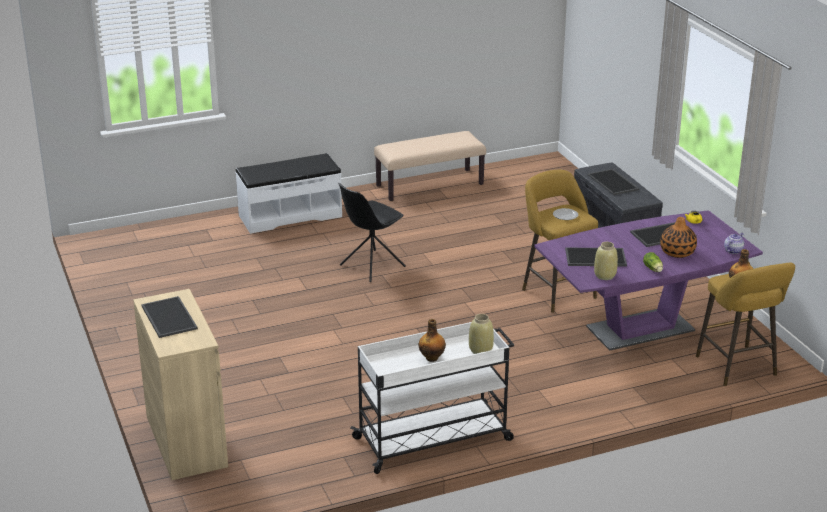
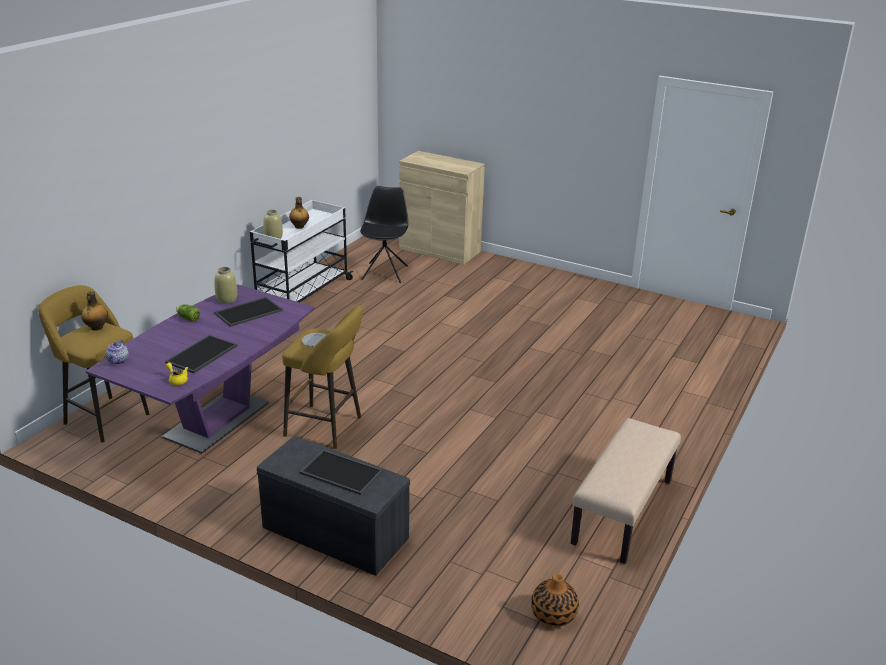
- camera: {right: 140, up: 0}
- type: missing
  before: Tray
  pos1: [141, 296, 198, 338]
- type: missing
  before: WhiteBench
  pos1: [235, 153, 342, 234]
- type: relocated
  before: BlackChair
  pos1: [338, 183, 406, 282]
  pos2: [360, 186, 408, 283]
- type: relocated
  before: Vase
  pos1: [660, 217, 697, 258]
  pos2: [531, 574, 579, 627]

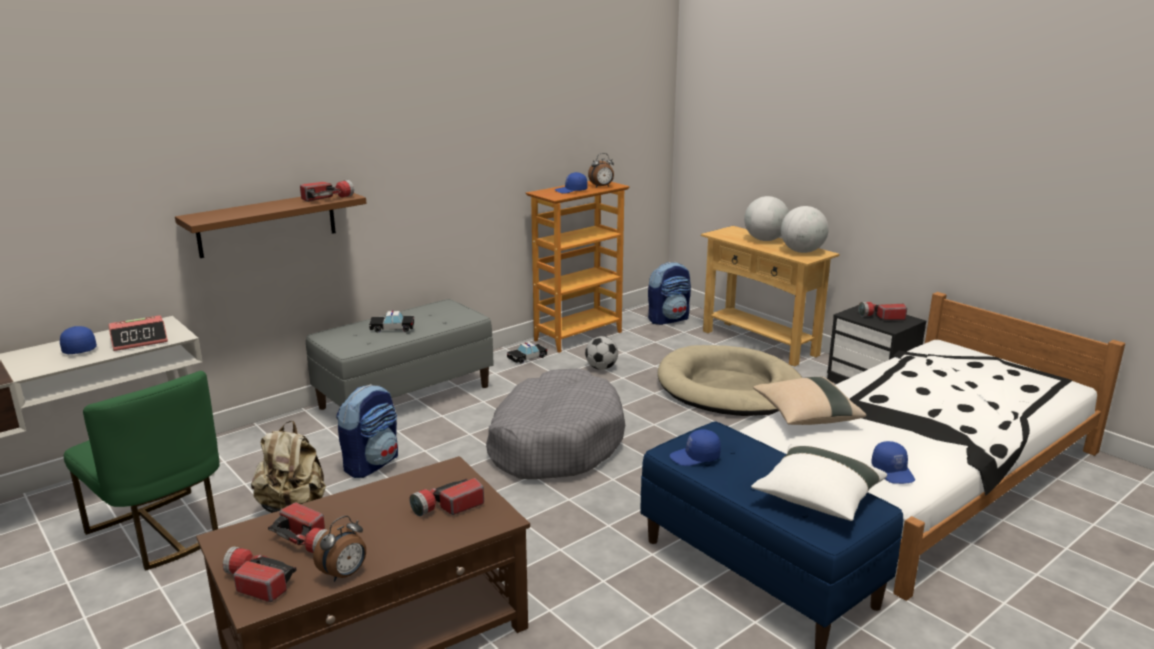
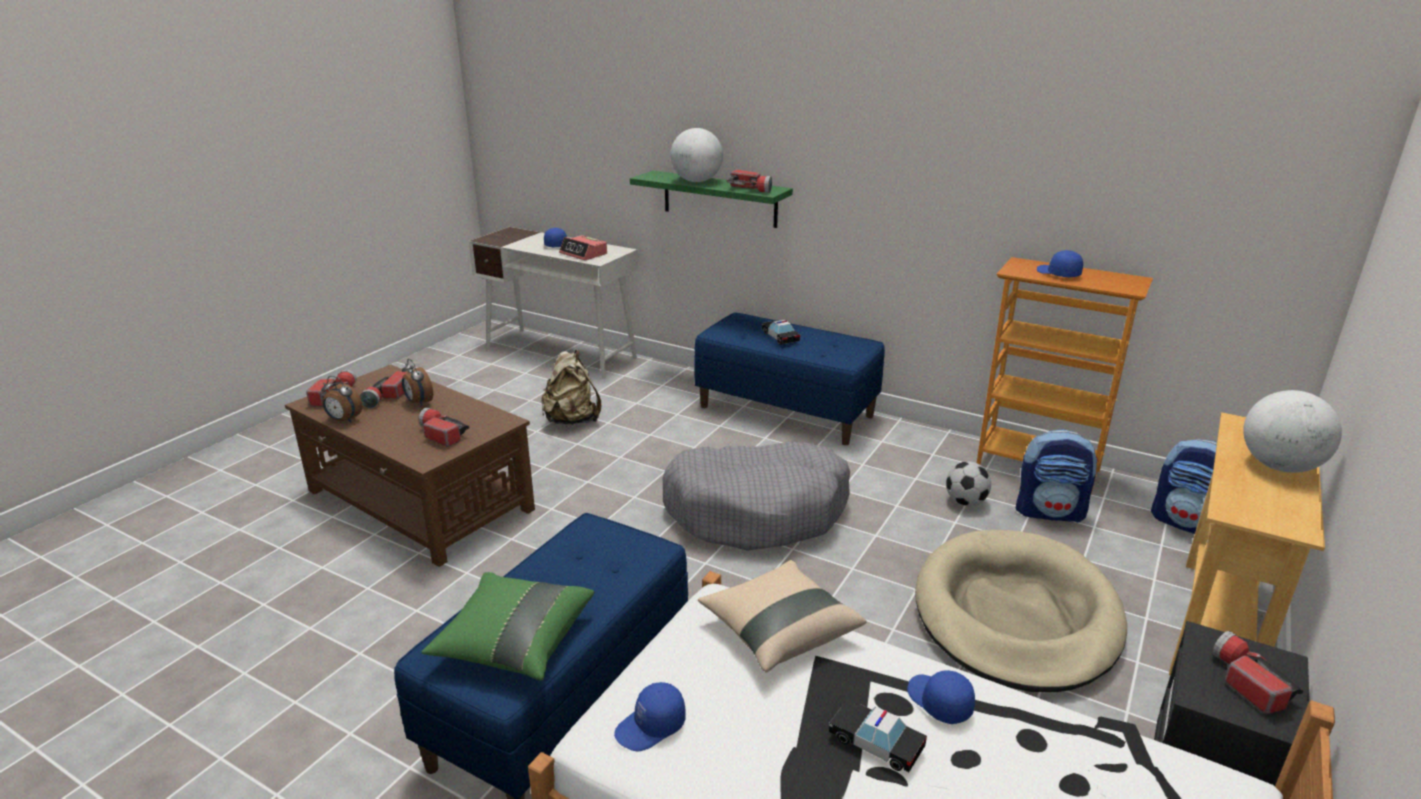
- camera: {right: 70, up: 5}
- type: missing
  before: GreenChair
  pos1: [64, 371, 220, 570]
- type: colour
  before: BrownShelf
  after: GreenShelf
  pos1: [175, 193, 367, 258]
  pos2: [630, 171, 793, 228]
- type: colour
  before: GreyBench
  after: BlueBench
  pos1: [306, 299, 494, 410]
  pos2: [694, 312, 885, 445]
- type: relocated
  before: Backpack
  pos1: [336, 384, 398, 478]
  pos2: [1016, 429, 1098, 523]
- type: relocated
  before: ToyCar
  pos1: [507, 342, 547, 364]
  pos2: [829, 698, 927, 772]
- type: relocated
  before: AlarmClock
  pos1: [588, 153, 614, 188]
  pos2: [402, 359, 433, 406]
- type: relocated
  before: BlueCap
  pos1: [670, 429, 721, 466]
  pos2: [907, 670, 975, 724]
- type: colour
  before: WhitePillow
  after: GreenPillow
  pos1: [751, 444, 887, 521]
  pos2: [421, 572, 594, 681]
- type: relocated
  before: Globe
  pos1: [781, 206, 829, 253]
  pos2: [671, 128, 723, 182]

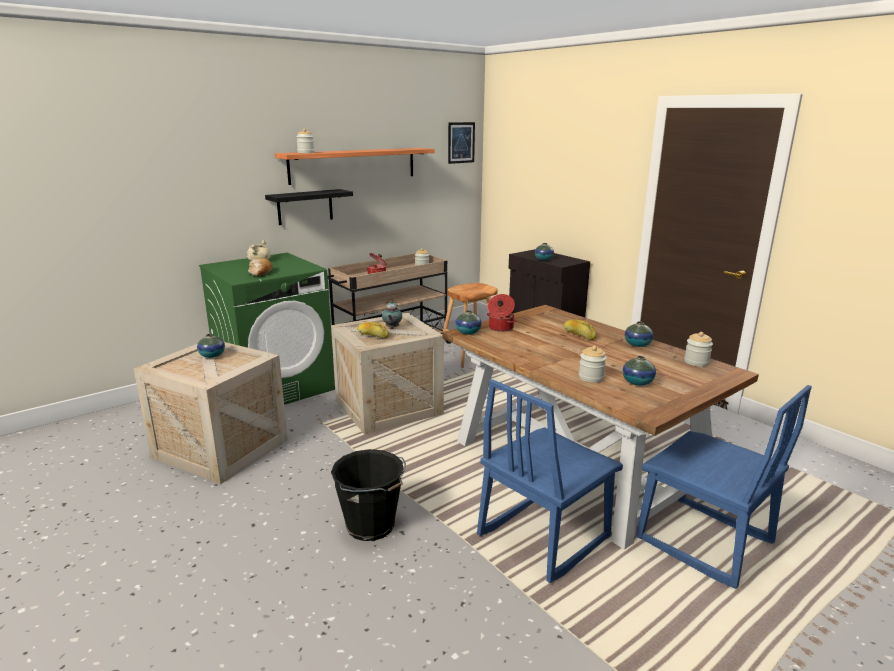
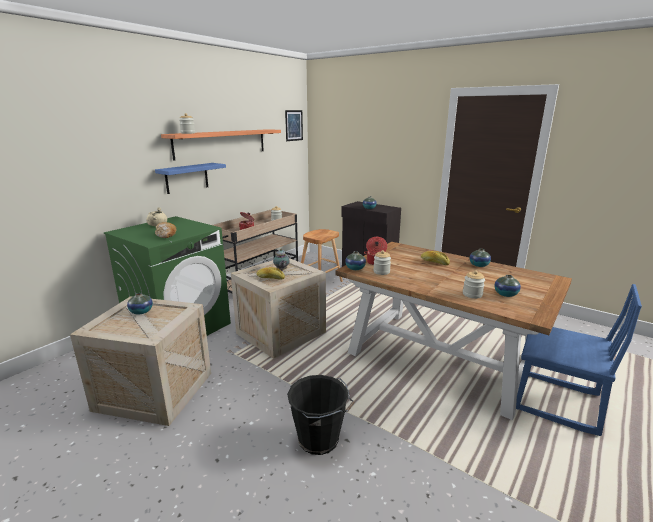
- camera: {right: -15, up: 0}
- type: colour
  before: BlackShelf
  after: BlueShelf
  pos1: [265, 189, 353, 225]
  pos2: [155, 163, 226, 194]
- type: missing
  before: BlueChair
  pos1: [477, 379, 623, 583]
- type: relocated
  before: Jar
  pos1: [684, 332, 713, 367]
  pos2: [373, 250, 391, 275]

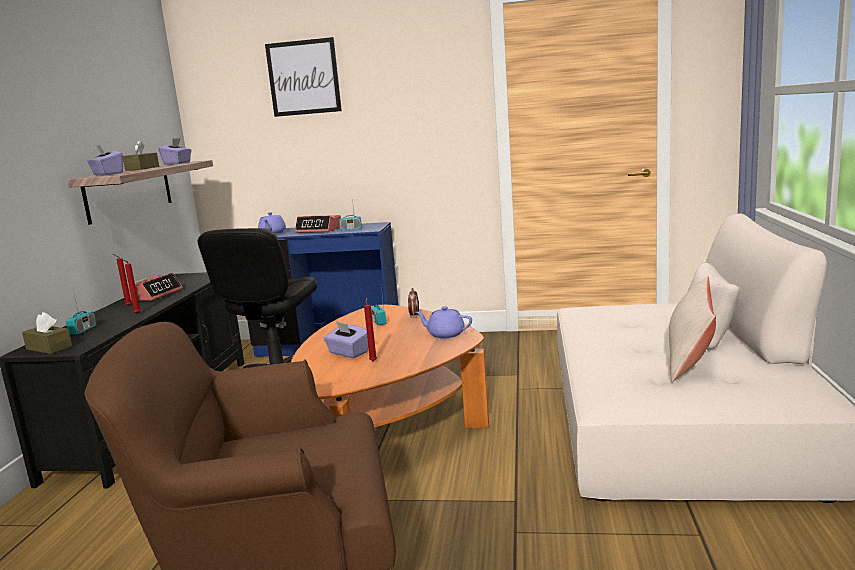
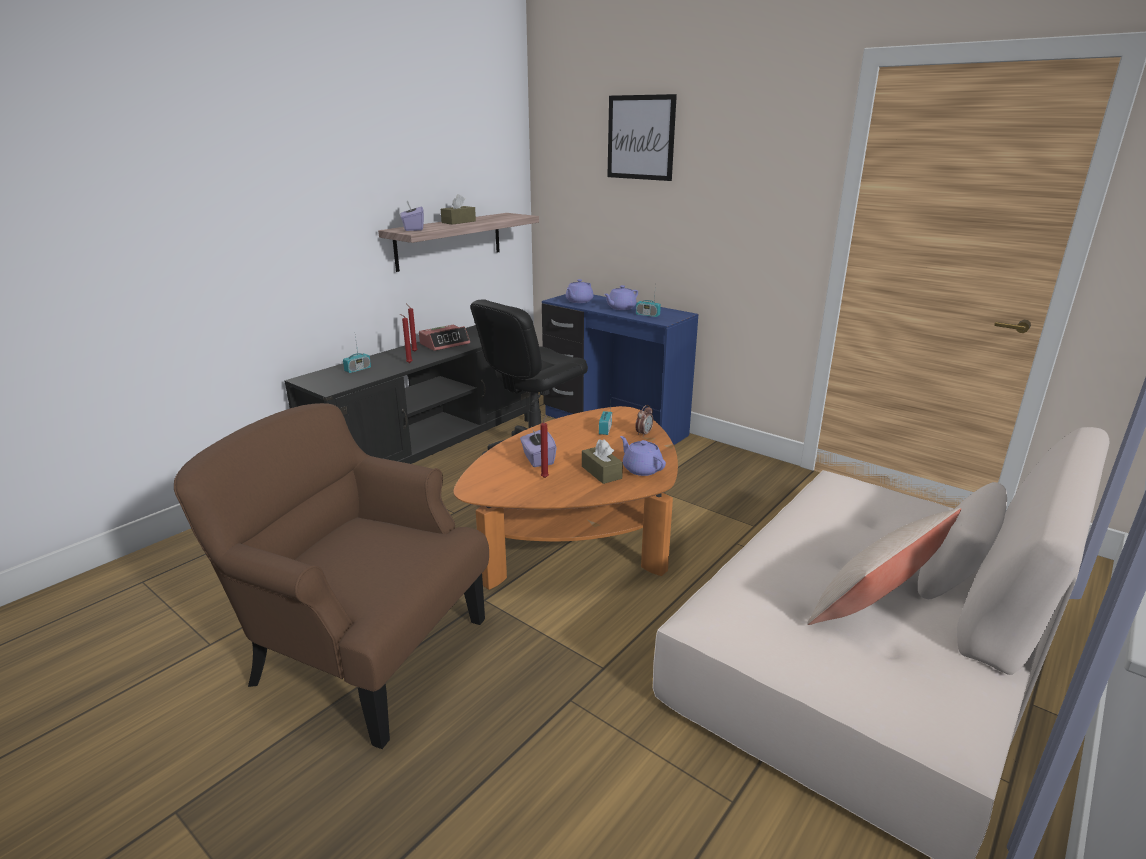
- camera: {right: 30, up: 10}
- type: relocated
  before: BrownTissueBox
  pos1: [22, 312, 72, 354]
  pos2: [582, 439, 623, 484]
- type: missing
  before: PurpleTissueBox
  pos1: [158, 138, 192, 165]
- type: exchanged
  before: AlarmClock
  after: PurpleTeapot
  pos1: [295, 215, 341, 233]
  pos2: [604, 285, 638, 310]

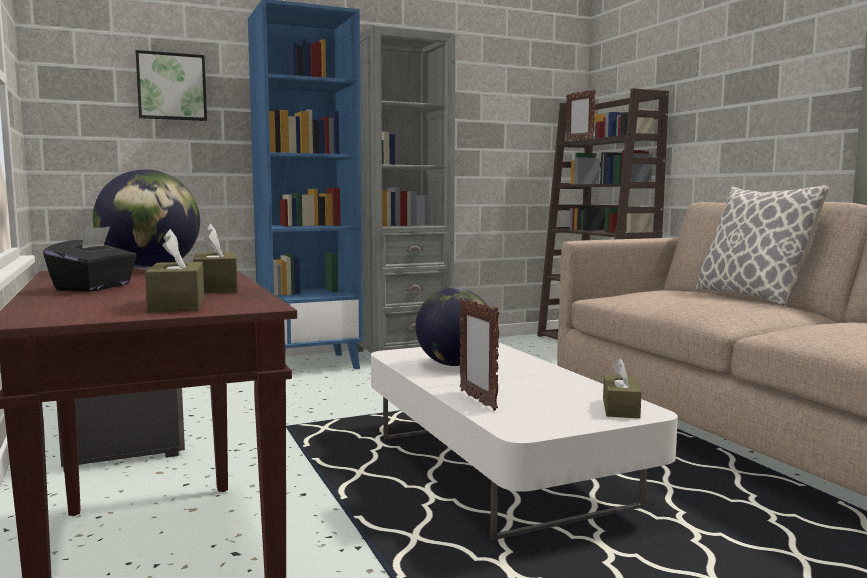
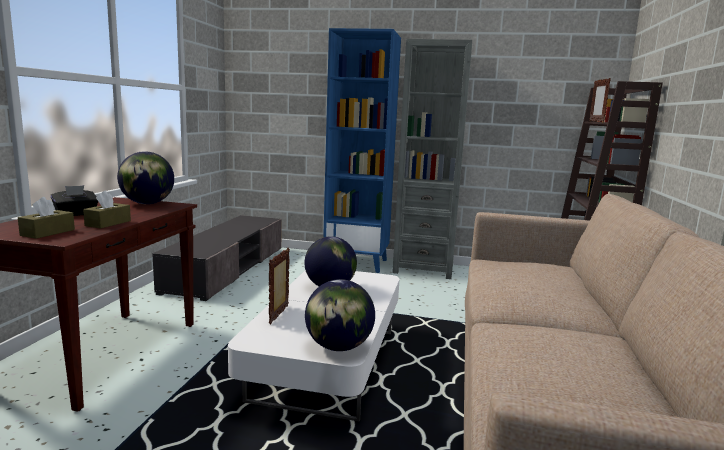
- camera: {right: 35, up: 5}
- type: missing
  before: Picture
  pos1: [136, 50, 207, 121]
- type: exchanged
  before: BrownTissueBox
  after: Globe
  pos1: [603, 358, 642, 418]
  pos2: [305, 279, 375, 351]
- type: missing
  before: Pillow
  pos1: [696, 186, 829, 307]

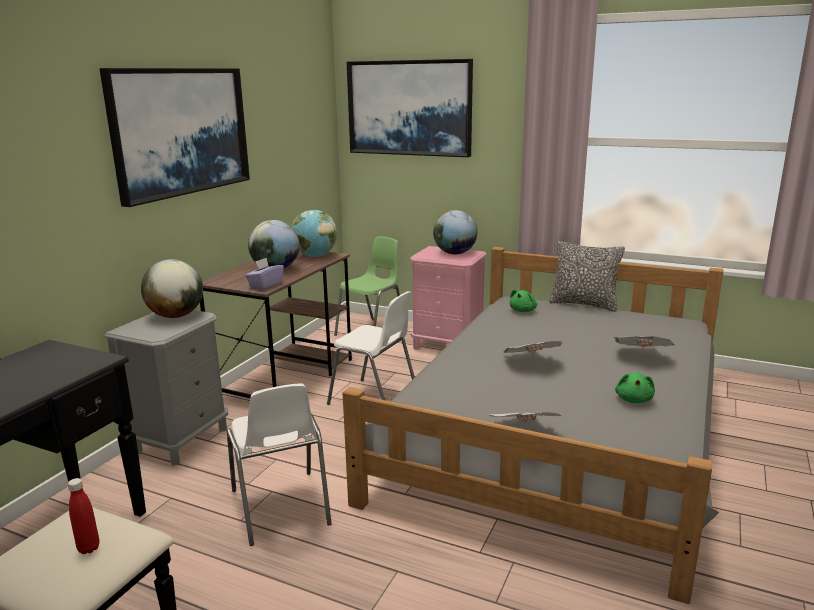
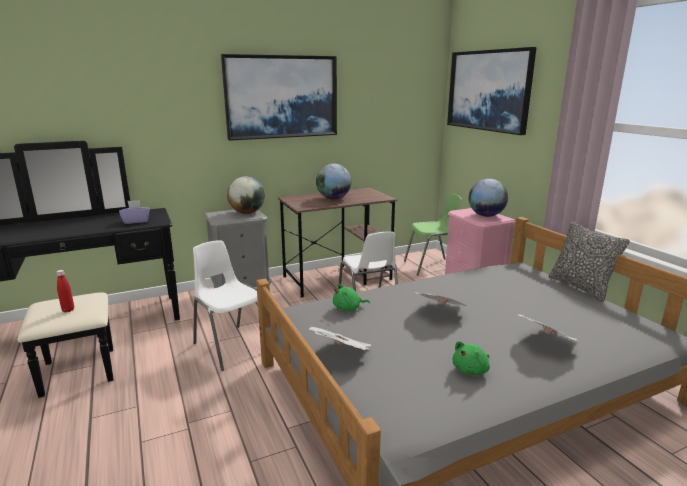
- camera: {right: 40, up: 0}
- type: spun
  before: WhiteChair
  pos1: [227, 383, 332, 546]
  pos2: [193, 240, 258, 371]
  turn: 120
- type: relocated
  before: PurpleTissueBox
  pos1: [246, 258, 284, 290]
  pos2: [119, 200, 150, 224]
- type: missing
  before: Globe
  pos1: [291, 210, 337, 257]
- type: relocated
  before: GreenPlushToy
  pos1: [510, 289, 537, 312]
  pos2: [333, 283, 370, 311]

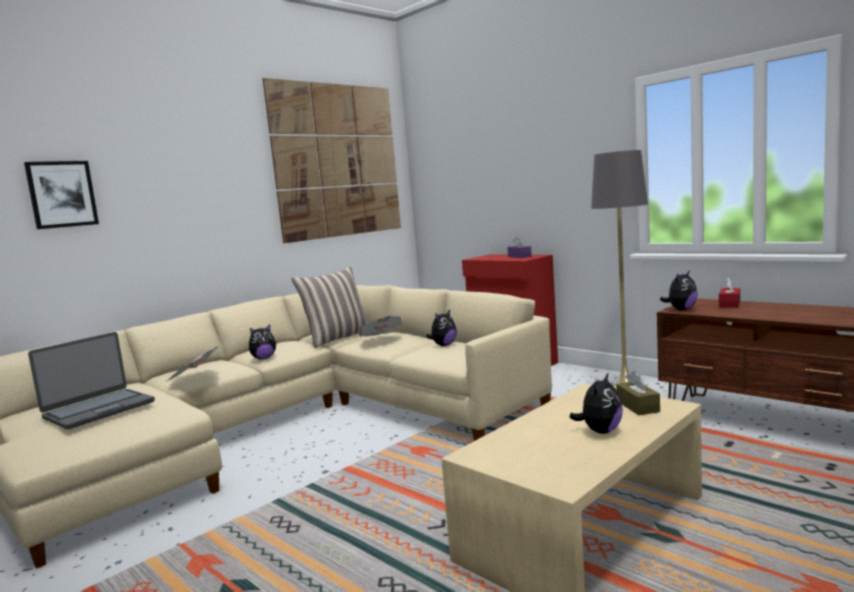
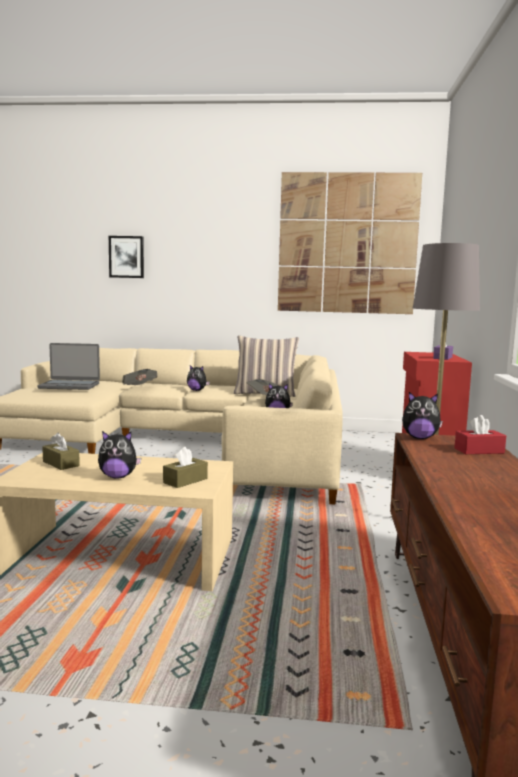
- camera: {right: 50, up: 0}
- type: appeared
  after: BrownTissueBox
  pos2: [42, 433, 80, 470]

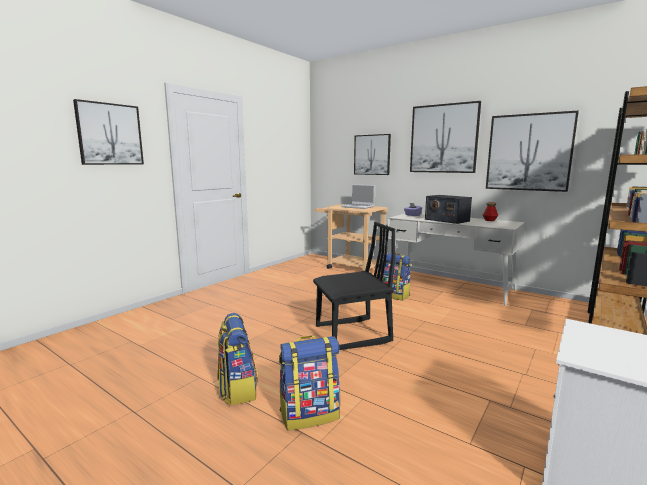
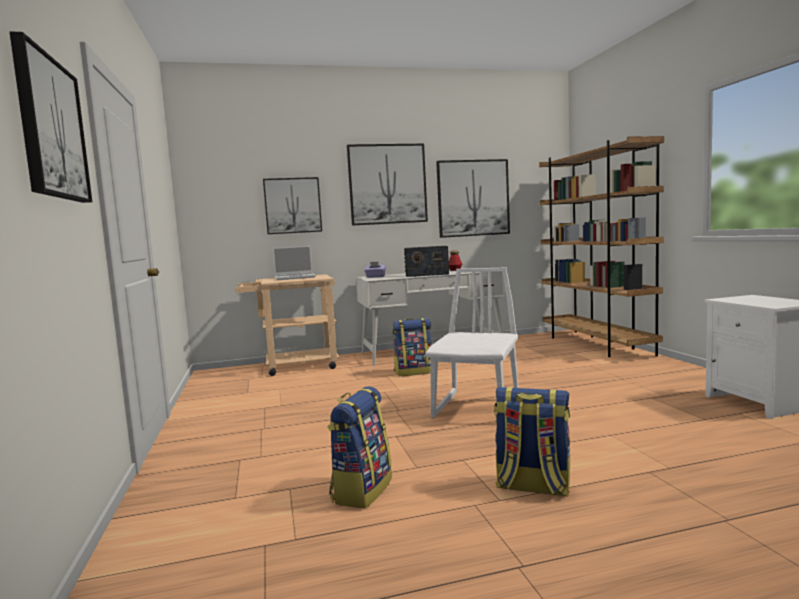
- camera: {right: -50, up: -5}
- type: relocated
  before: Backpack
  pos1: [279, 335, 340, 430]
  pos2: [328, 386, 392, 508]
- type: colour
  before: BlackChair
  after: WhiteChair
  pos1: [313, 222, 396, 350]
  pos2: [425, 267, 519, 417]

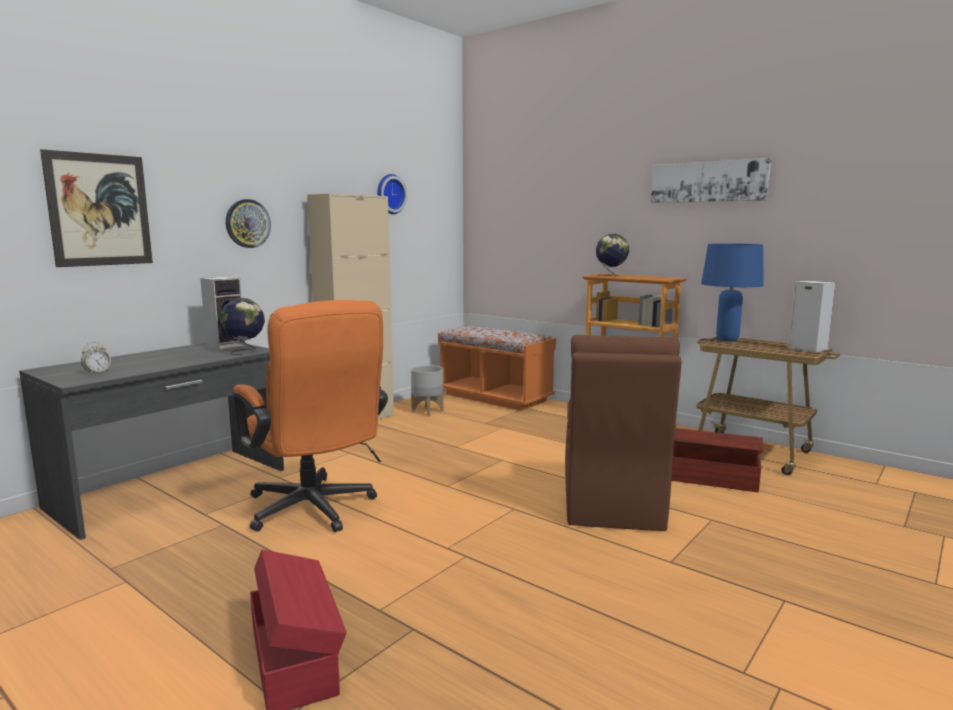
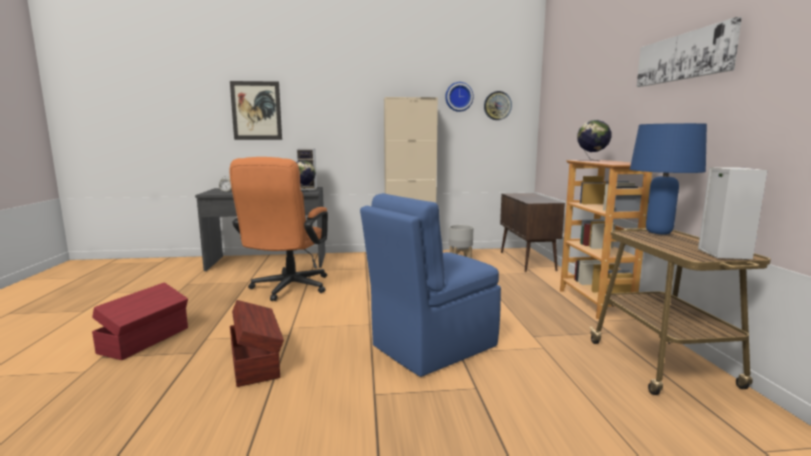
- camera: {right: 45, up: 0}
- type: relocated
  before: WallClock
  pos1: [226, 199, 271, 248]
  pos2: [484, 91, 512, 120]
- type: exchanged
  before: OrangeBench
  after: BrownCabinet
  pos1: [438, 326, 556, 411]
  pos2: [500, 193, 565, 272]
- type: colour
  before: BrownChair
  after: BlueChair
  pos1: [565, 335, 681, 531]
  pos2: [360, 193, 501, 377]
- type: relocated
  before: BrownStorageBox
  pos1: [671, 428, 763, 492]
  pos2: [230, 300, 284, 387]

